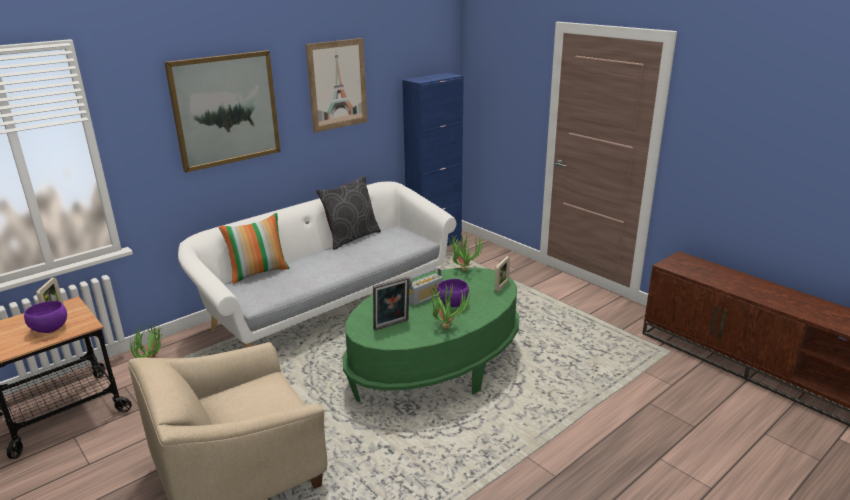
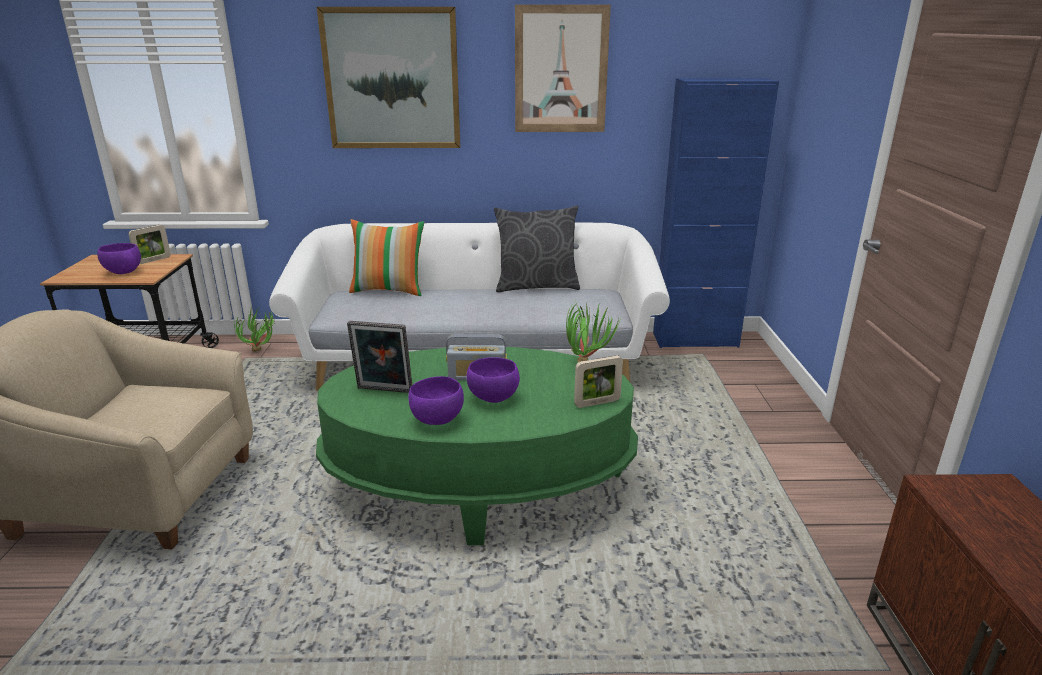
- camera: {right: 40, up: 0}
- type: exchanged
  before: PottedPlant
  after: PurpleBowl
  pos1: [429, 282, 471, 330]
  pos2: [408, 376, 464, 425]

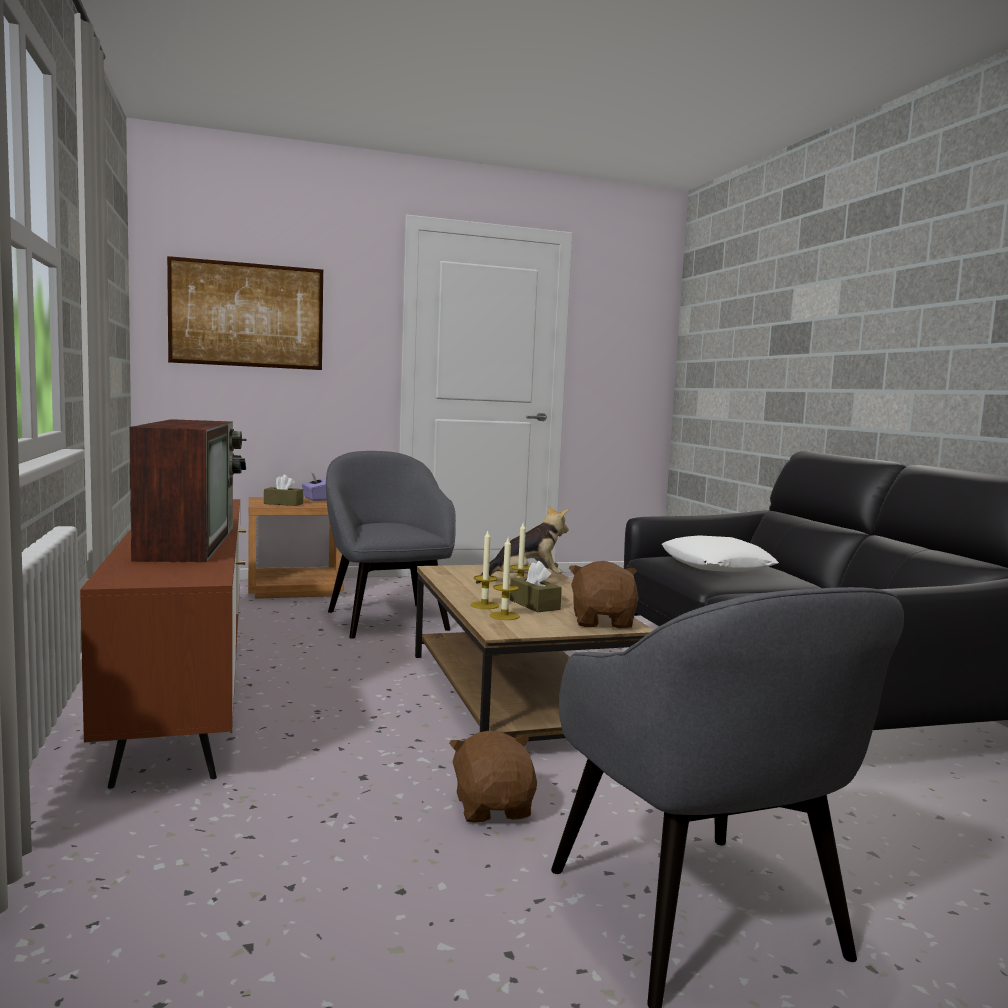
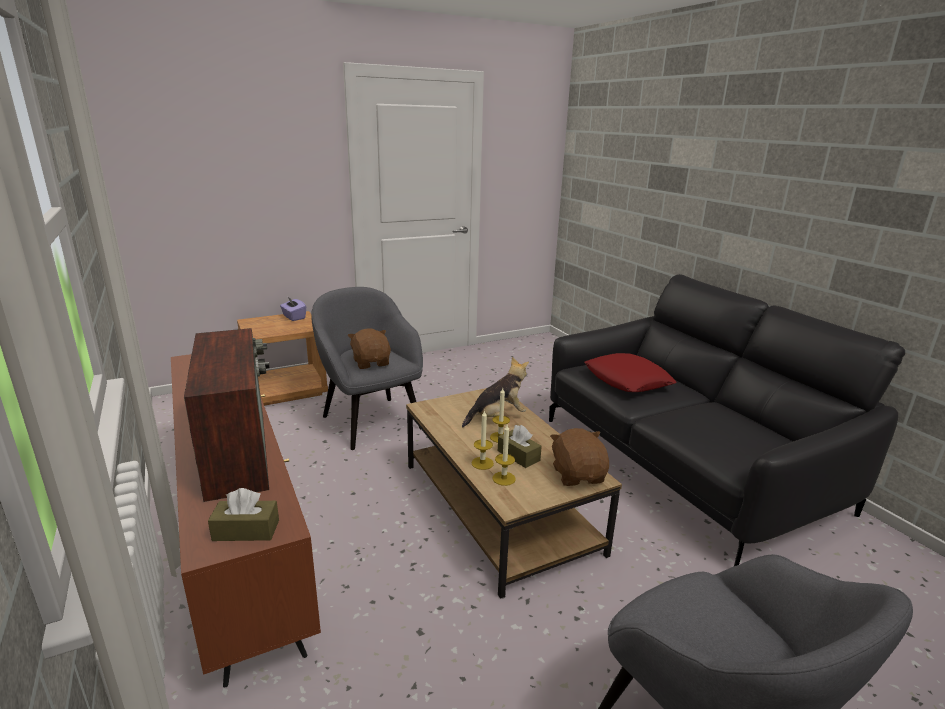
- camera: {right: -10, up: 15}
- type: missing
  before: Picture
  pos1: [167, 256, 323, 370]
- type: relocated
  before: BrownTissueBox
  pos1: [264, 475, 303, 506]
  pos2: [208, 488, 279, 541]
- type: relocated
  before: BrownPlushToy
  pos1: [449, 731, 537, 823]
  pos2: [348, 329, 391, 369]
- type: colour
  before: WhitePillow
  after: RedPillow
  pos1: [662, 535, 778, 572]
  pos2: [585, 353, 677, 392]

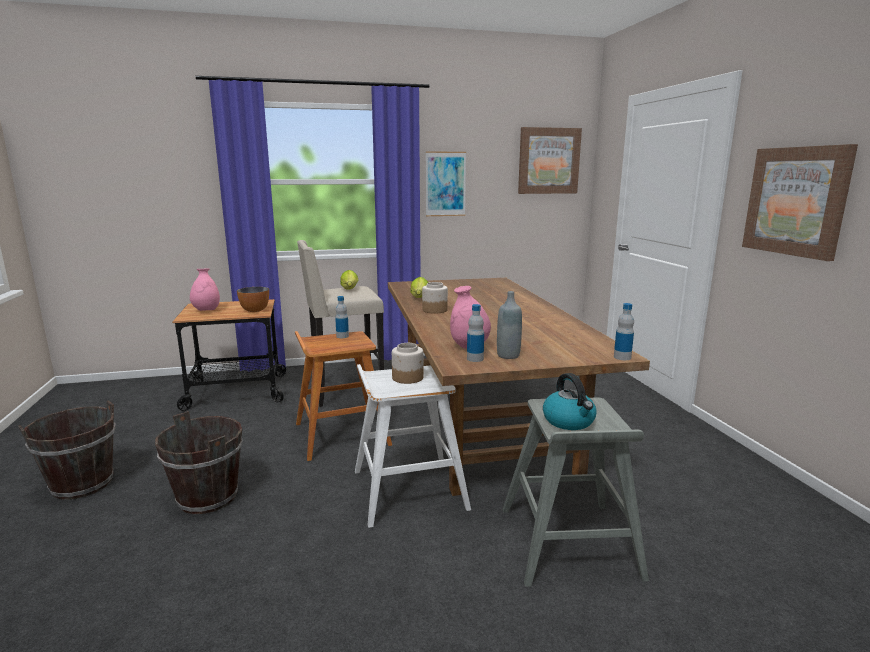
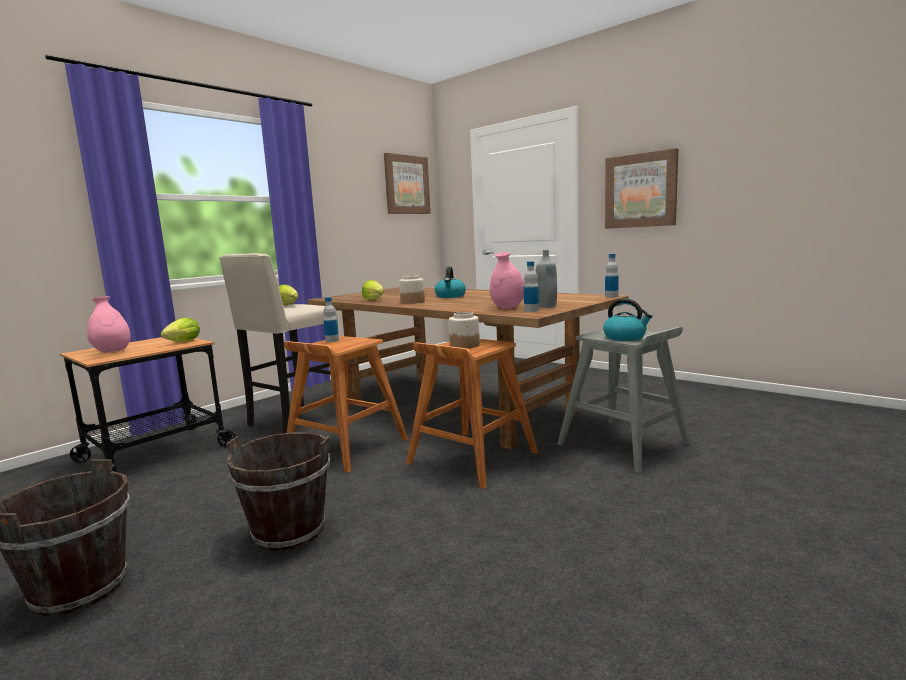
- camera: {right: -35, up: -5}
- type: exchanged
  before: Bowl
  after: Lettuce
  pos1: [237, 287, 269, 312]
  pos2: [161, 318, 200, 342]
- type: colour
  before: WhiteStool
  after: BrownStool
  pos1: [355, 364, 471, 528]
  pos2: [406, 339, 538, 489]
- type: missing
  before: Picture
  pos1: [426, 151, 466, 216]
- type: appeared
  after: Kettle
  pos2: [435, 267, 466, 298]

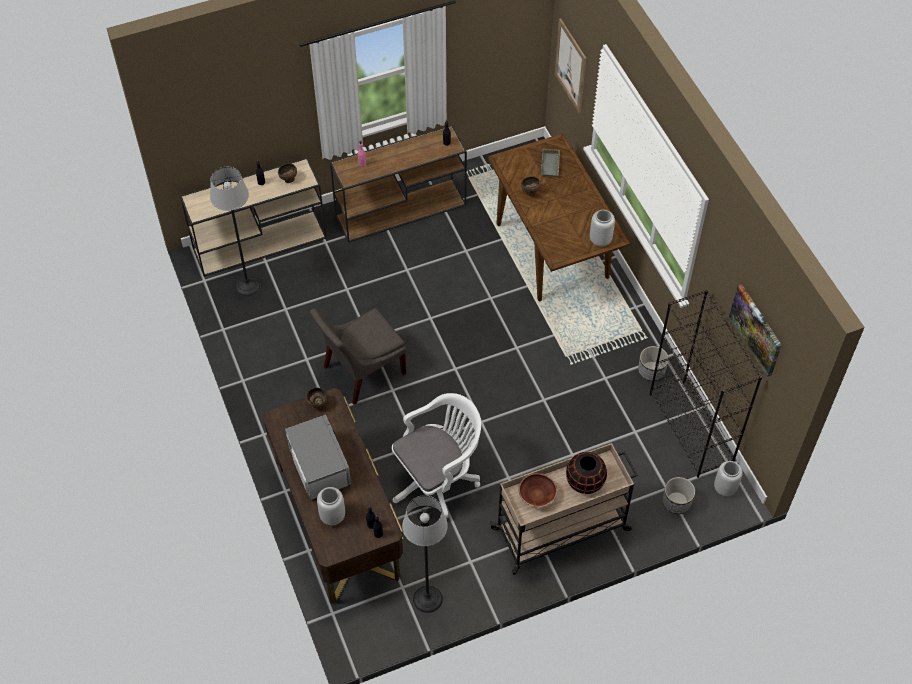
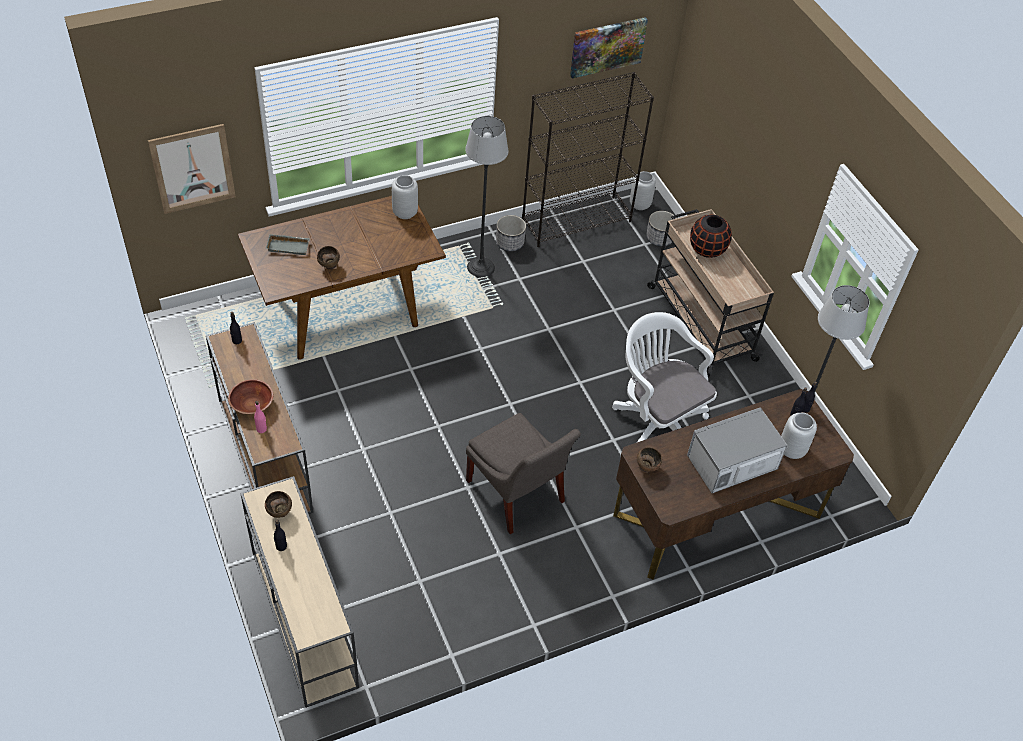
- camera: {right: -95, up: -5}
- type: relocated
  before: FloorLamp
  pos1: [210, 167, 261, 296]
  pos2: [465, 116, 508, 278]
- type: relocated
  before: BrownBowl
  pos1: [519, 473, 557, 507]
  pos2: [228, 379, 273, 414]

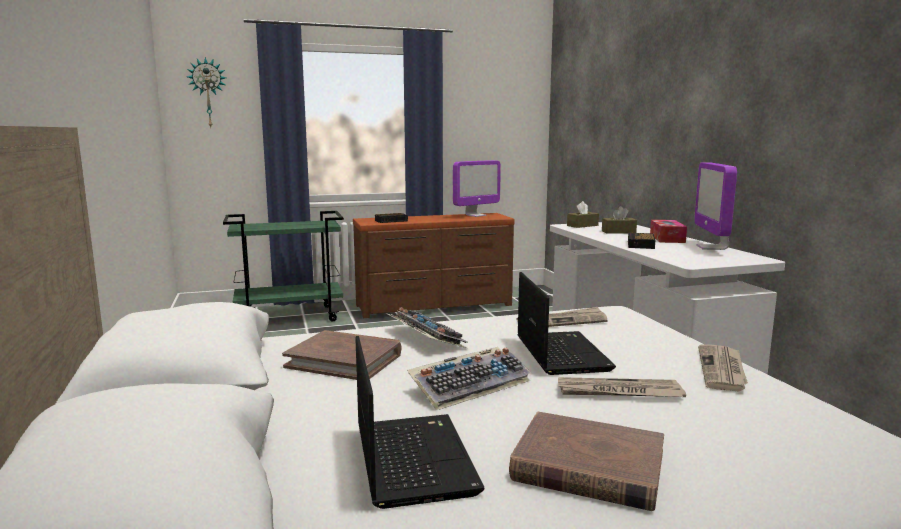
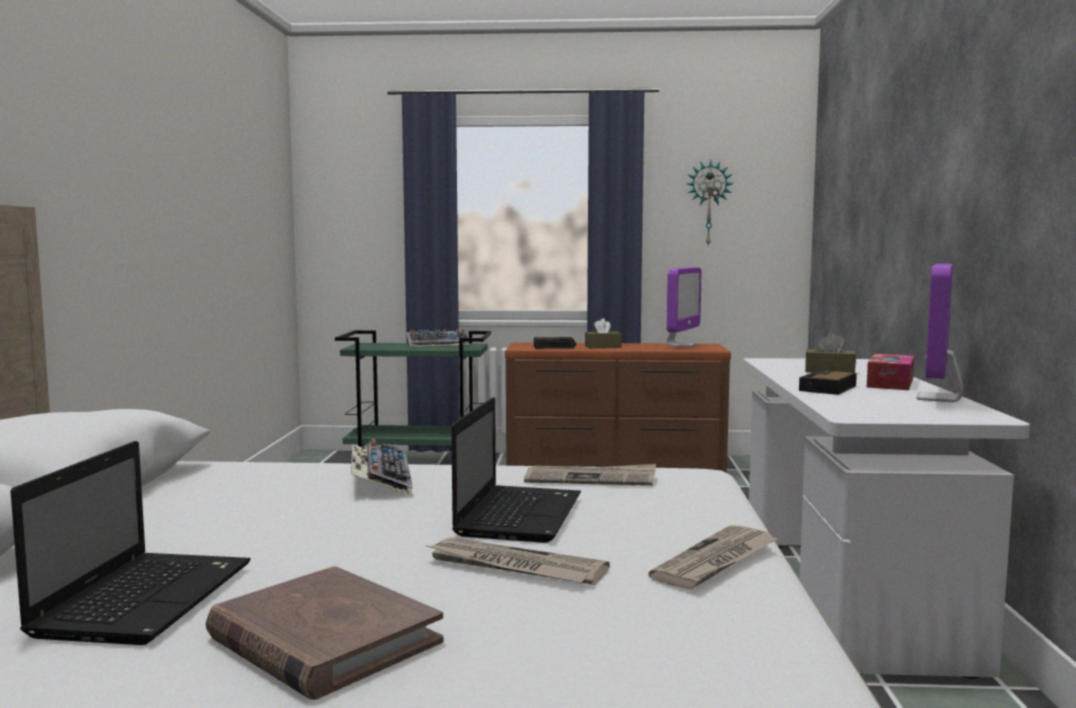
- camera: {right: 20, up: -5}
- type: relocated
  before: WallClock
  pos1: [187, 57, 226, 127]
  pos2: [687, 159, 734, 247]
- type: missing
  before: BrownBook
  pos1: [282, 330, 402, 380]
- type: relocated
  before: Keyboard
  pos1: [407, 347, 531, 410]
  pos2: [406, 329, 470, 347]
- type: spun
  before: Monitor
  pos1: [453, 160, 501, 217]
  pos2: [667, 267, 701, 347]
  turn: -45
- type: relocated
  before: BrownTissueBox
  pos1: [567, 201, 599, 228]
  pos2: [585, 318, 622, 348]

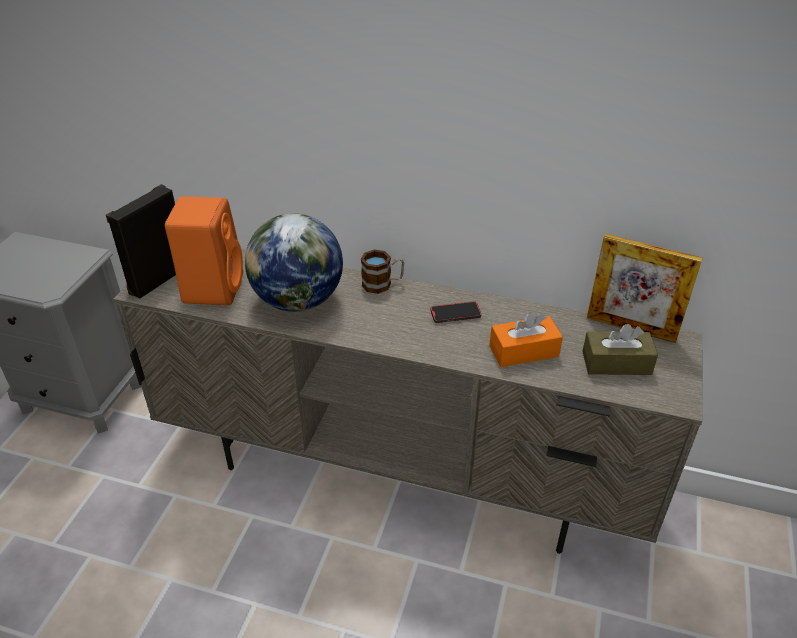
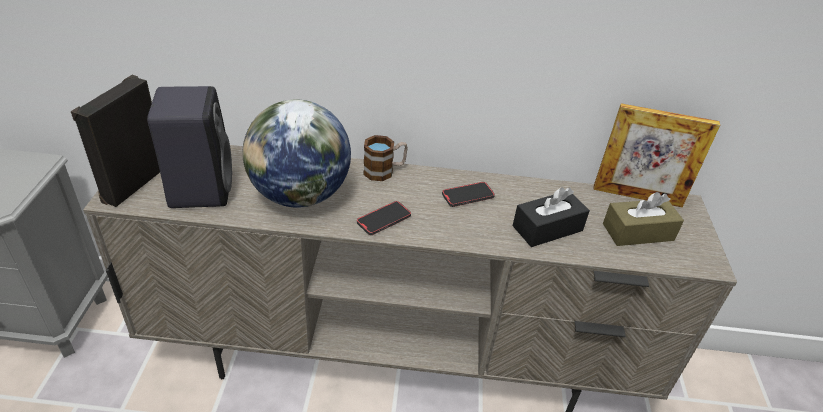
- camera: {right: -15, up: 0}
- type: colour
  before: OrangeSpeaker
  after: BlackSpeaker
  pos1: [165, 196, 243, 305]
  pos2: [147, 86, 232, 208]
- type: colour
  before: OrangeTissueBox
  after: BlackTissueBox
  pos1: [489, 312, 563, 367]
  pos2: [513, 187, 590, 247]
- type: appeared
  after: Phone
  pos2: [357, 201, 411, 235]

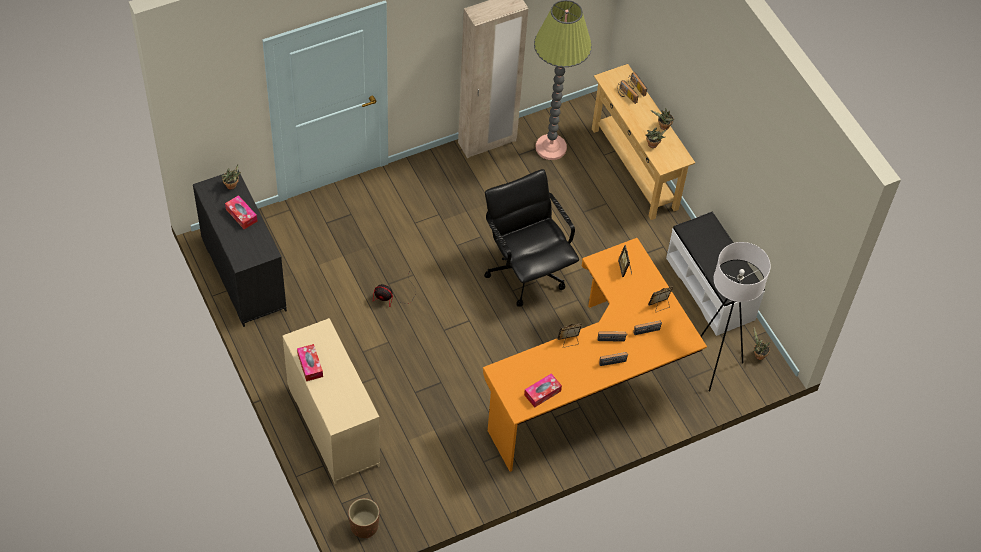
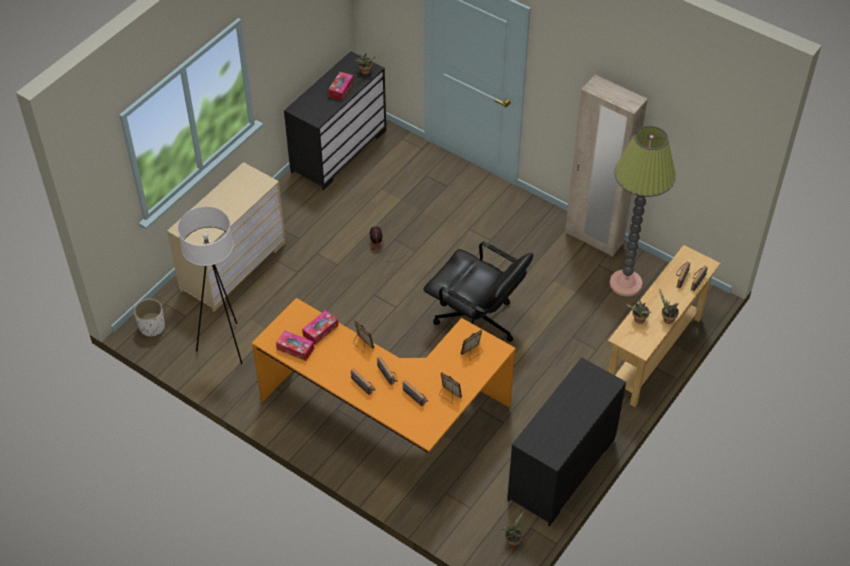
- camera: {right: 65, up: -5}
- type: relocated
  before: TissueBox
  pos1: [297, 344, 323, 381]
  pos2: [302, 310, 338, 345]
- type: colour
  before: BrownPlanter
  after: WhitePlanter
  pos1: [348, 498, 379, 538]
  pos2: [134, 299, 165, 336]
- type: spun
  before: BlackOfficeChair
  pos1: [484, 169, 579, 307]
  pos2: [423, 242, 533, 342]
  turn: 90
- type: exchanged
  before: WhiteBench
  after: BlackDresser
  pos1: [666, 212, 765, 336]
  pos2: [507, 357, 626, 526]
- type: relocated
  before: WhiteFloorLamp
  pos1: [701, 242, 771, 392]
  pos2: [177, 206, 243, 364]

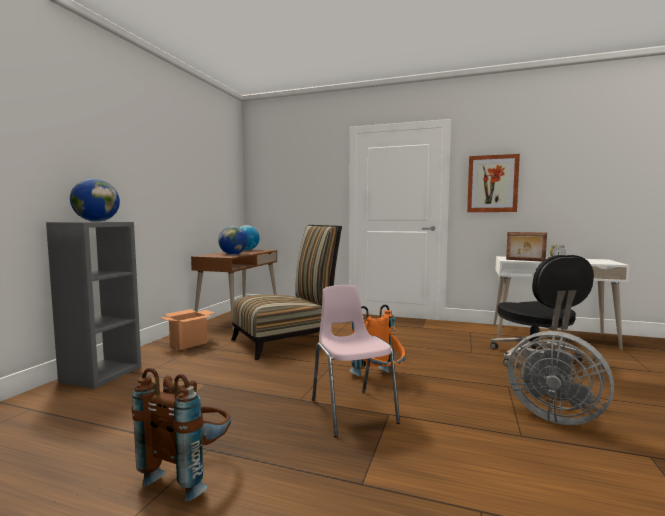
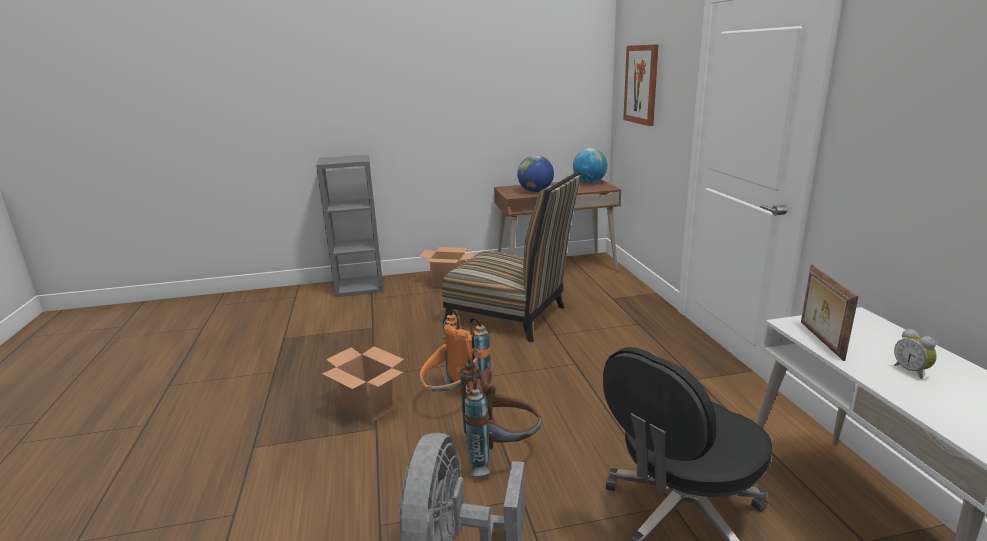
- camera: {right: 60, up: 15}
- type: missing
  before: Globe
  pos1: [70, 179, 120, 222]
- type: relocated
  before: BrownBackpack
  pos1: [132, 368, 231, 502]
  pos2: [460, 357, 542, 476]
- type: exchanged
  before: PinkChair
  after: CardboardBox
  pos1: [312, 285, 400, 437]
  pos2: [322, 346, 404, 423]
- type: relocated
  before: Picture
  pos1: [467, 154, 520, 212]
  pos2: [623, 44, 659, 126]

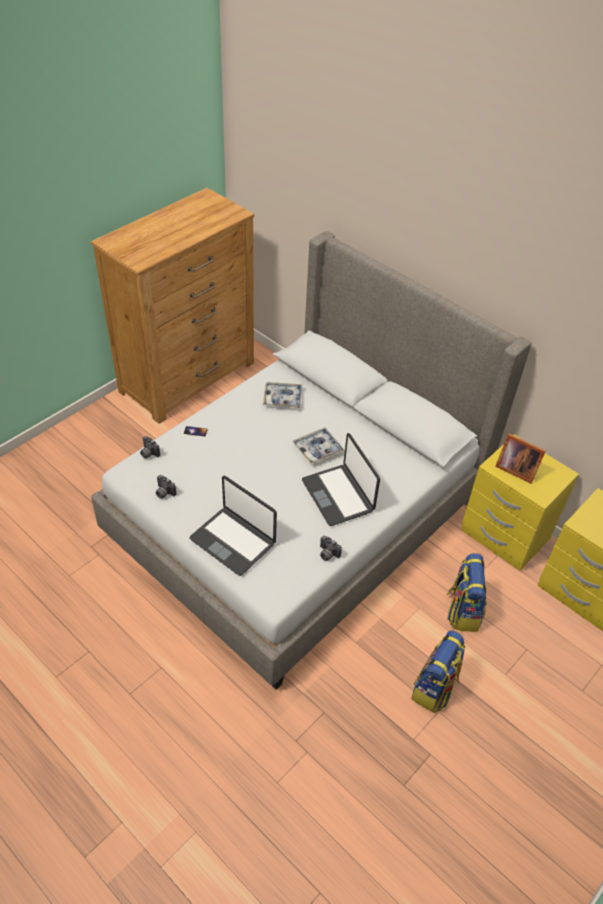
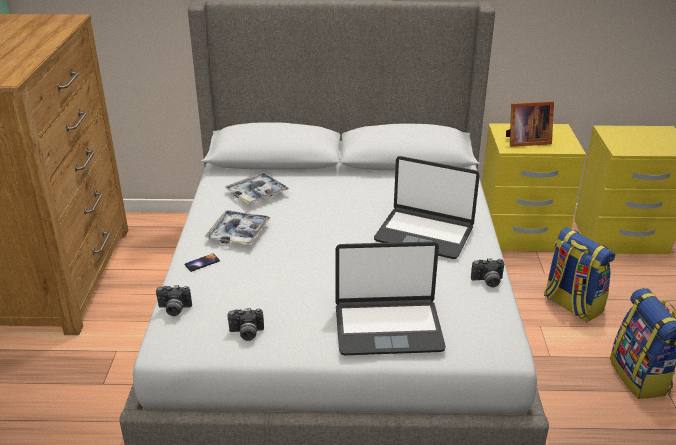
- camera: {right: -40, up: -15}
- type: relocated
  before: Tray
  pos1: [292, 427, 345, 464]
  pos2: [204, 210, 271, 245]

